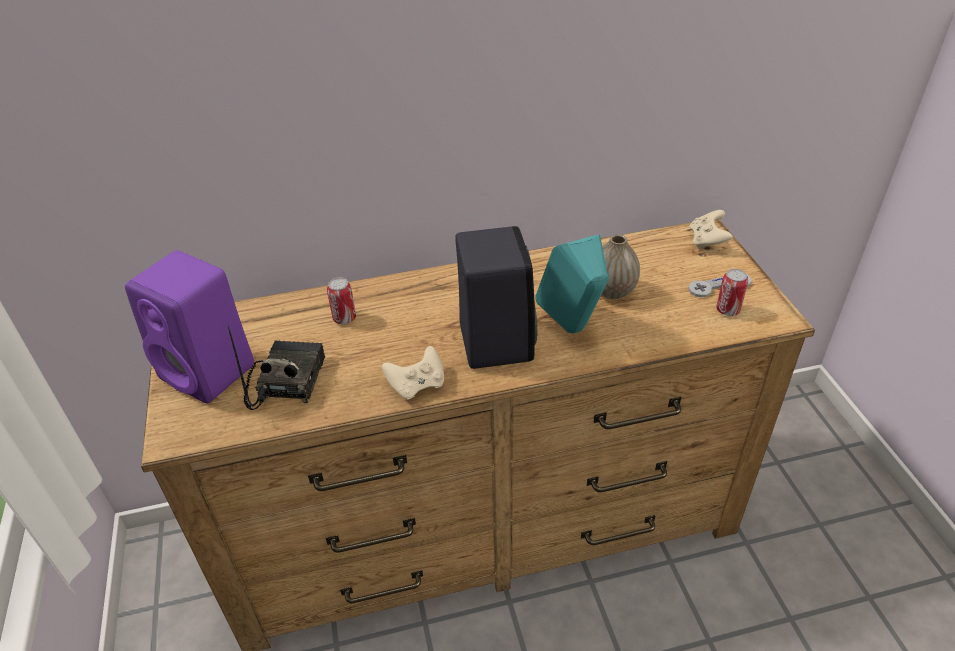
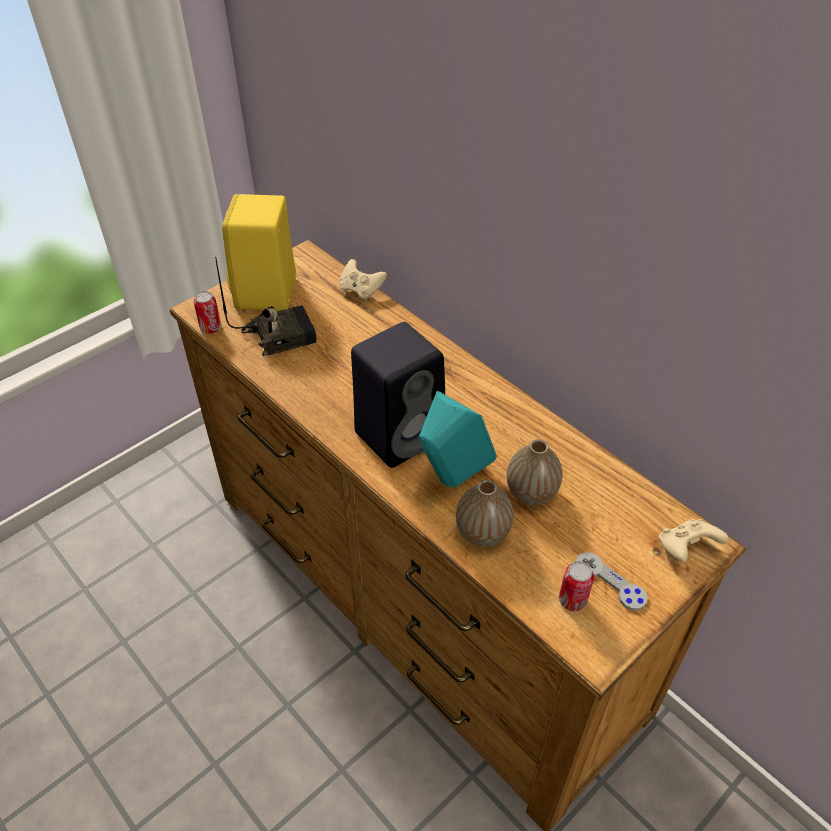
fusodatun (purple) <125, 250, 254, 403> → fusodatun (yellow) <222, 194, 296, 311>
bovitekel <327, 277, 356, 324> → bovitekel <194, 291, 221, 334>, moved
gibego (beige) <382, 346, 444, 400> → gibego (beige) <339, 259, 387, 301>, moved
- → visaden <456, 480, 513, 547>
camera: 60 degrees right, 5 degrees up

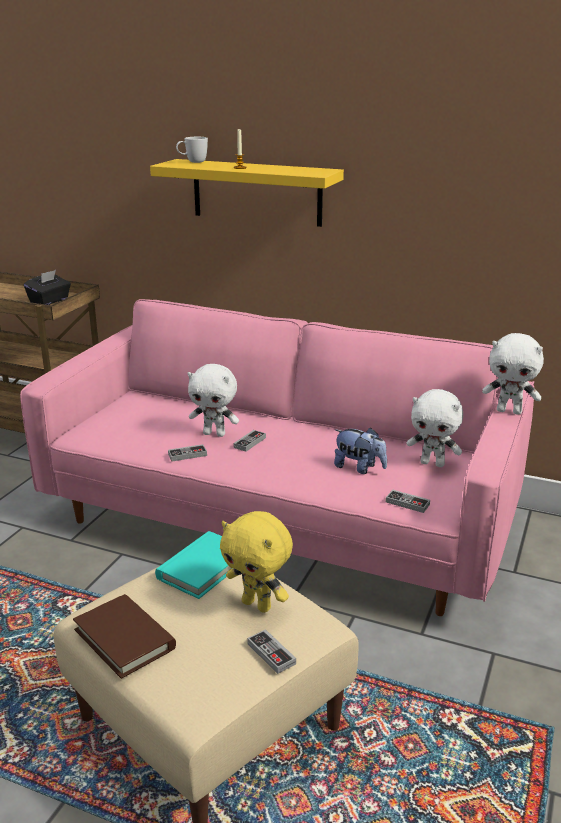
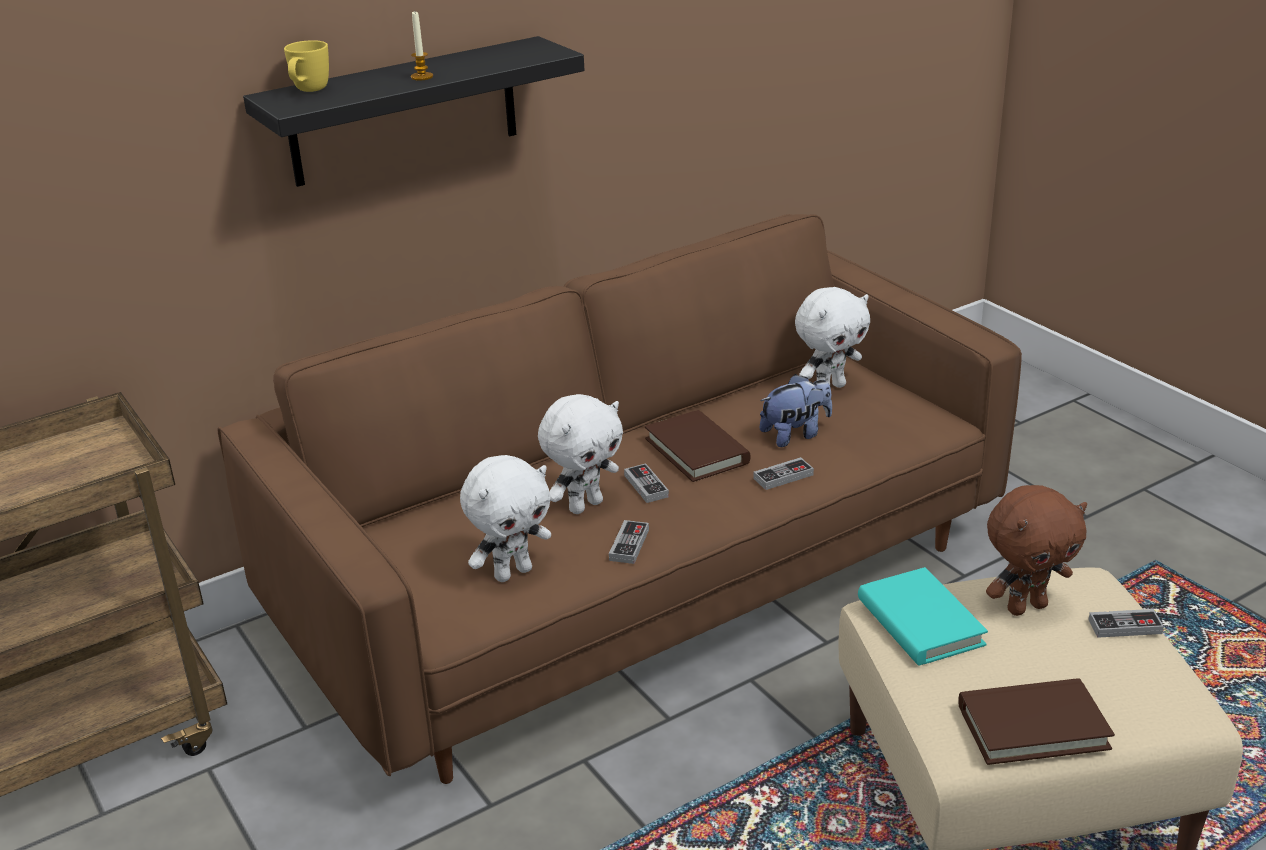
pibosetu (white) <176, 137, 208, 163> → pibosetu (yellow) <284, 40, 329, 92>
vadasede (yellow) <150, 159, 344, 227> → vadasede (black) <243, 36, 584, 187>
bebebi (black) <24, 270, 71, 305> → -
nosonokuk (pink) <20, 299, 534, 616> → nosonokuk (brown) <217, 214, 1022, 784>
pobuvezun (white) <482, 333, 544, 415> → pobuvezun (white) <460, 455, 551, 582>, moved
gibego <386, 490, 430, 513> → gibego <753, 457, 814, 490>, moved
pobuvezun (yellow) <220, 511, 293, 613> → pobuvezun (brown) <986, 485, 1087, 616>
- → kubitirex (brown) <645, 410, 751, 482>
camera: 55 degrees left, 5 degrees up

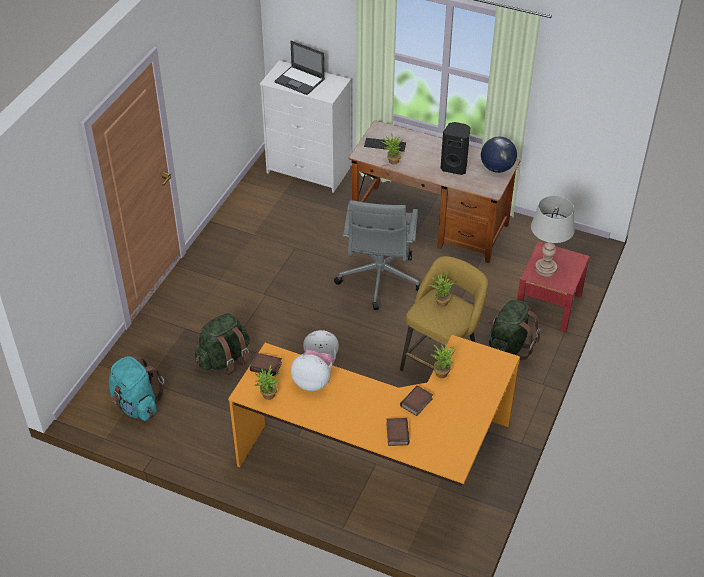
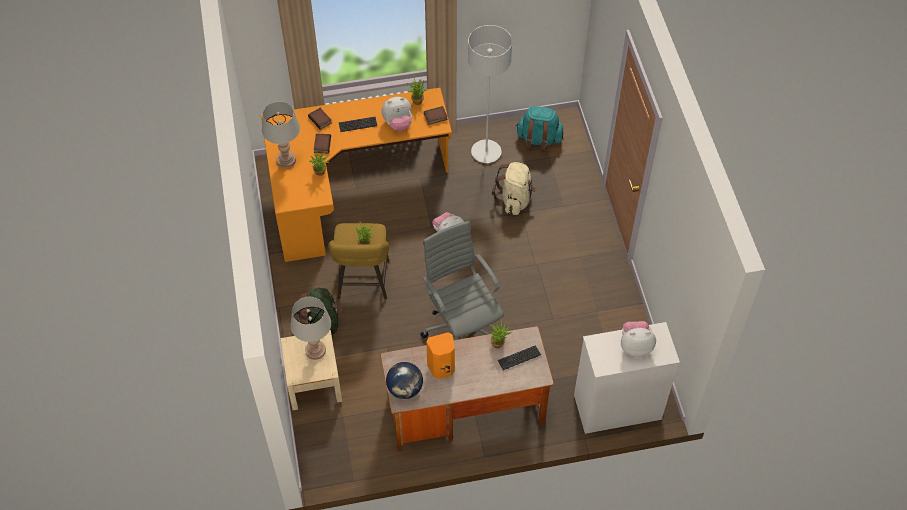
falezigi <274, 41, 325, 95> → pobuvezun <621, 321, 656, 357>
fusodatun (black) <441, 122, 470, 175> → fusodatun (orange) <426, 332, 455, 379>
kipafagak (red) <517, 241, 590, 333> → kipafagak (beige) <280, 330, 342, 410>
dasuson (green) <195, 313, 250, 376> → dasuson (beige) <492, 162, 536, 215>
- → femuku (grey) <468, 25, 512, 163>
- → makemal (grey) <262, 102, 300, 168>
- → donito <339, 117, 377, 132>
camera: 145 degrees right, 10 degrees up

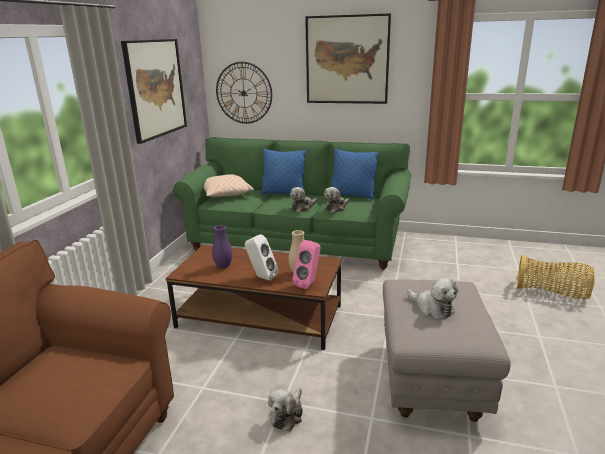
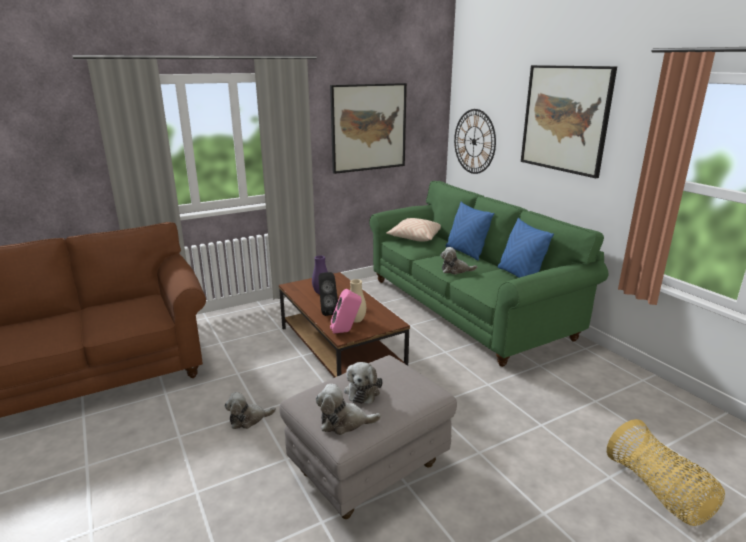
pobuvezun <324, 187, 349, 213> → pobuvezun <316, 384, 381, 435>, moved
fusodatun (white) <245, 234, 278, 281> → fusodatun (black) <318, 272, 338, 316>
camera: 45 degrees right, 0 degrees up

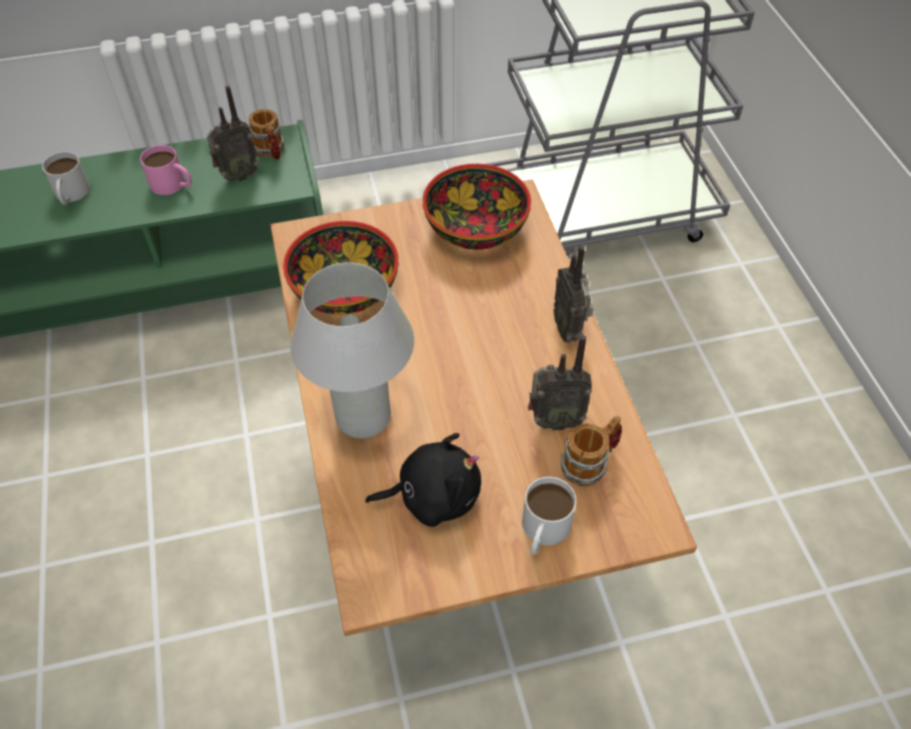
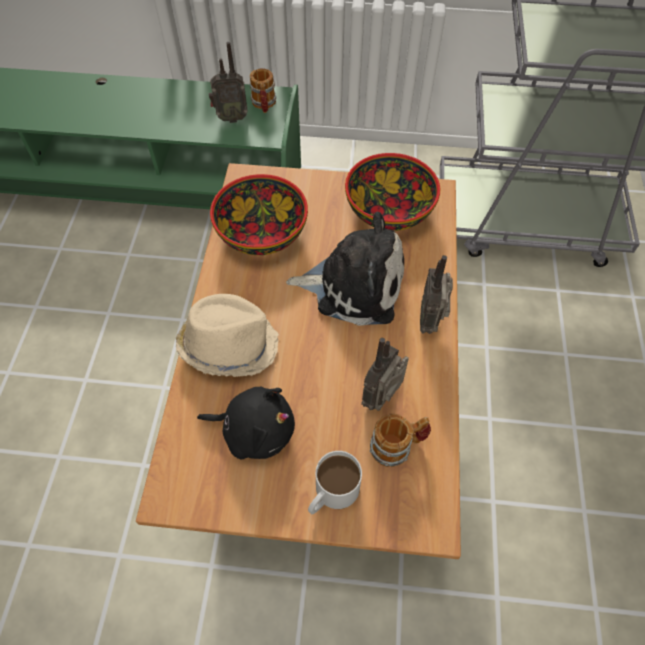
pibosetu (pink) <140, 145, 192, 195> → -
pibosetu (white) <42, 152, 90, 205> → -
makemal (white) <290, 262, 414, 438> → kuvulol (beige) <176, 294, 279, 377>
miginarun <528, 335, 592, 430> → miginarun <361, 338, 409, 411>, 105 degrees clockwise
- → pobuvezun <286, 211, 404, 326>
camera: 20 degrees right, 5 degrees up

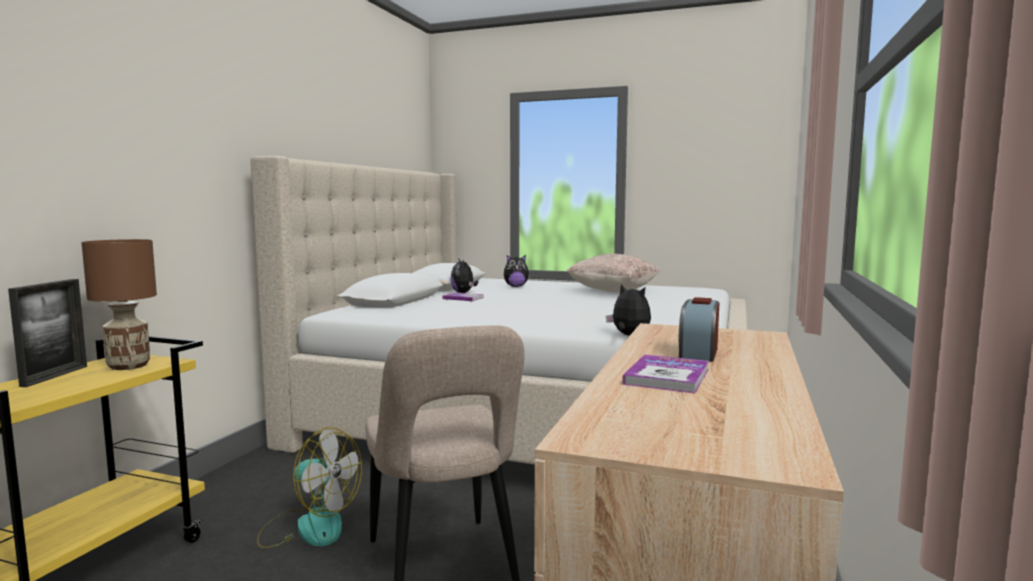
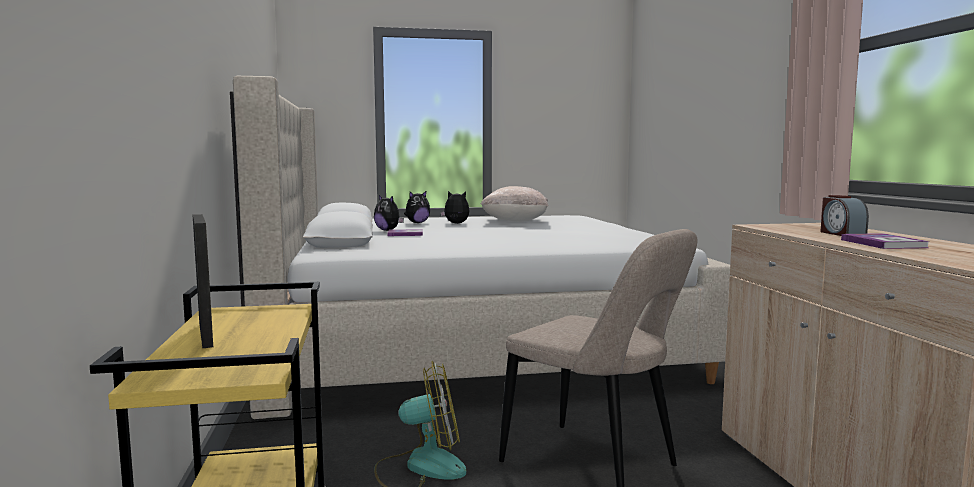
makemal (brown) <81, 239, 157, 370> → -
pobuvezun <606, 284, 651, 336> → pobuvezun <440, 191, 469, 224>, moved
camera: 30 degrees left, 0 degrees up

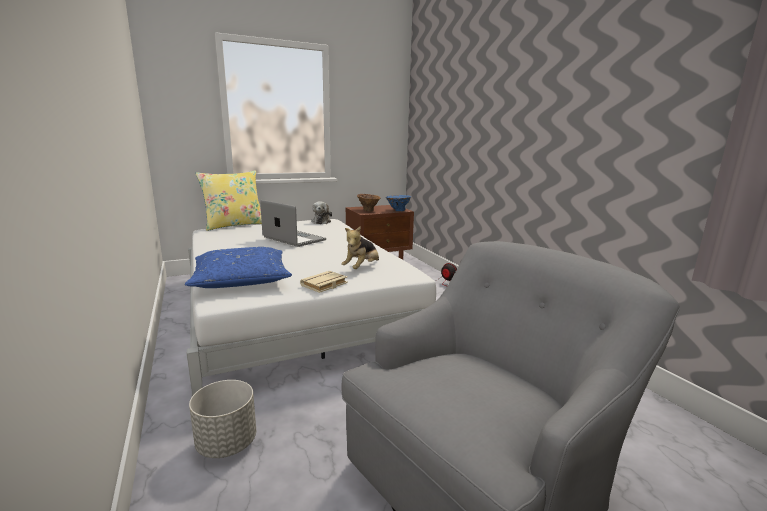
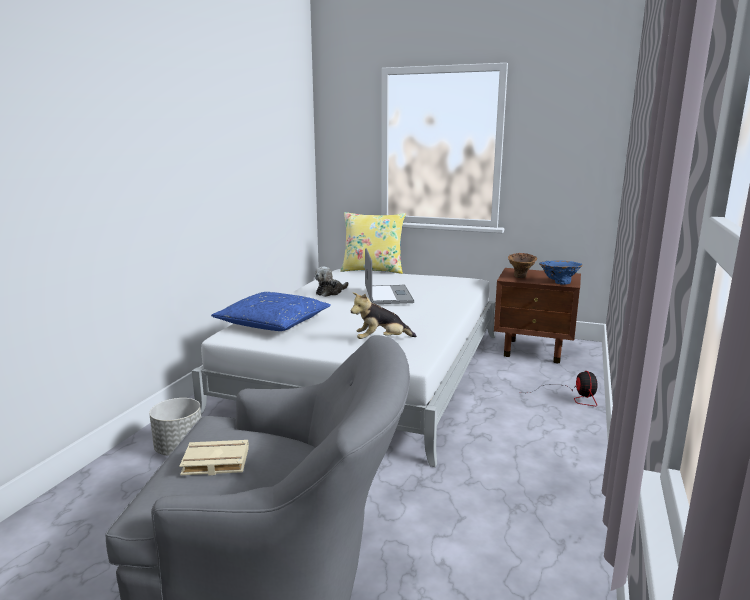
pobuvezun <311, 201, 332, 224> → pobuvezun <315, 267, 349, 297>, moved
kubitirex (beige) <300, 271, 348, 293> → kubitirex (beige) <179, 440, 249, 476>, moved
camera: 45 degrees right, 0 degrees up

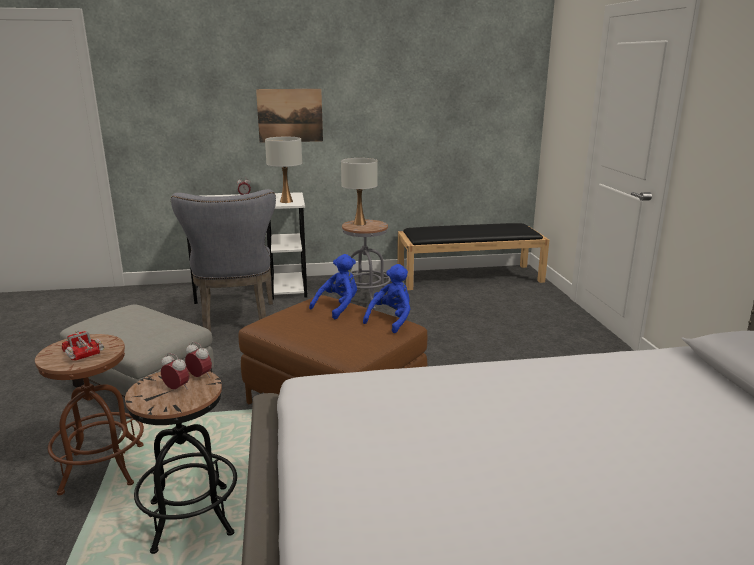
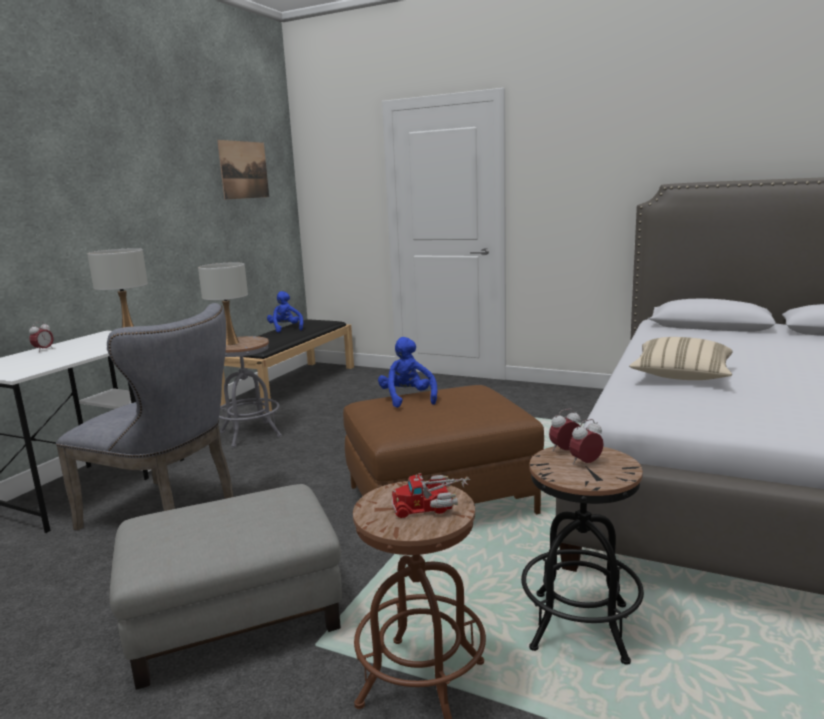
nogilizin <256, 89, 323, 143> → nogilizin <217, 140, 269, 200>, moved
pobuvezun (blue) <363, 264, 410, 333> → pobuvezun (blue) <267, 291, 303, 332>, moved
- → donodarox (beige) <629, 337, 732, 380>
camera: 55 degrees left, 5 degrees down

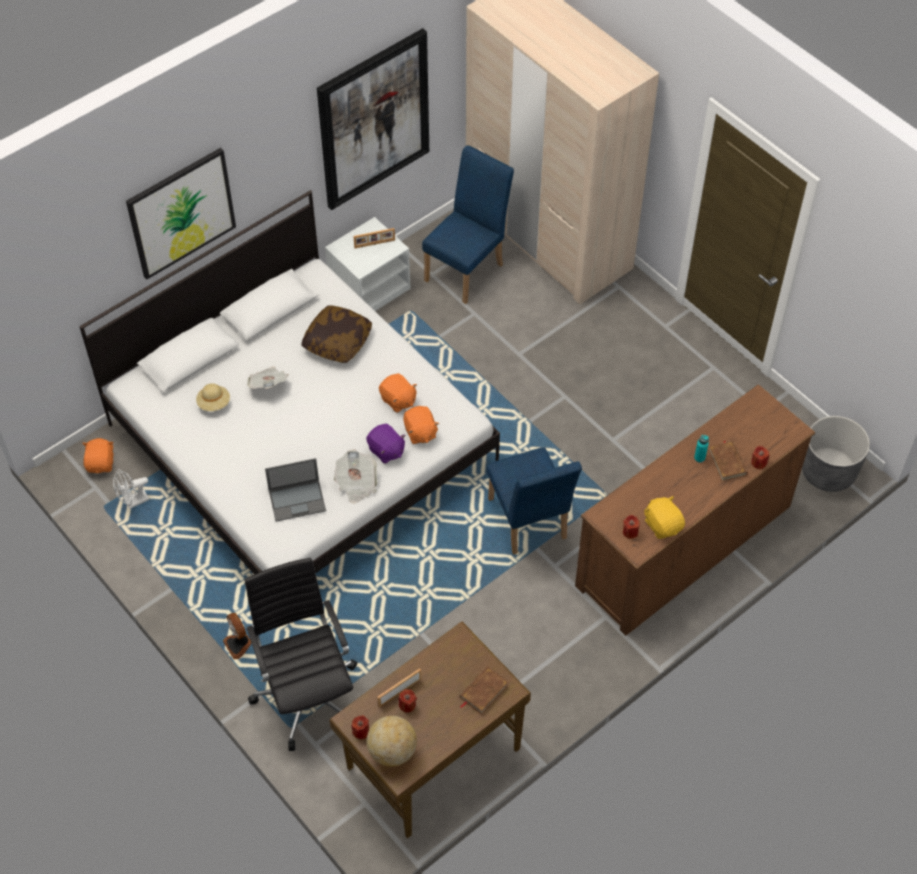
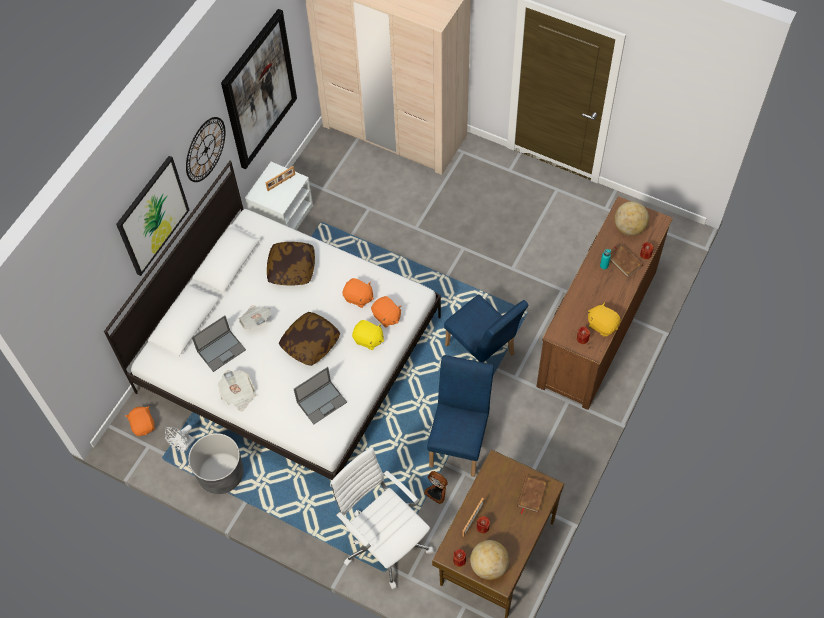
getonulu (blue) <422, 145, 514, 304> → getonulu (blue) <427, 355, 494, 477>, moved
kuvulol (beige) <196, 383, 230, 411> → falezigi <192, 315, 246, 372>
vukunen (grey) <802, 416, 870, 492> → vukunen (grey) <188, 433, 243, 494>, moved
pobuvezun (purple) <366, 424, 405, 464> → pobuvezun (yellow) <352, 320, 384, 350>
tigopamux <334, 449, 377, 504> → tigopamux <218, 370, 256, 411>, moved
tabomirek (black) <244, 558, 357, 751> → tabomirek (white) <330, 447, 434, 590>
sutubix <223, 613, 252, 659> → sutubix <424, 471, 448, 504>, moved
- → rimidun <186, 117, 225, 182>
- → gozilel <614, 202, 649, 236>
- → donodarox <279, 312, 340, 366>
camera: 20 degrees left, 5 degrees up

